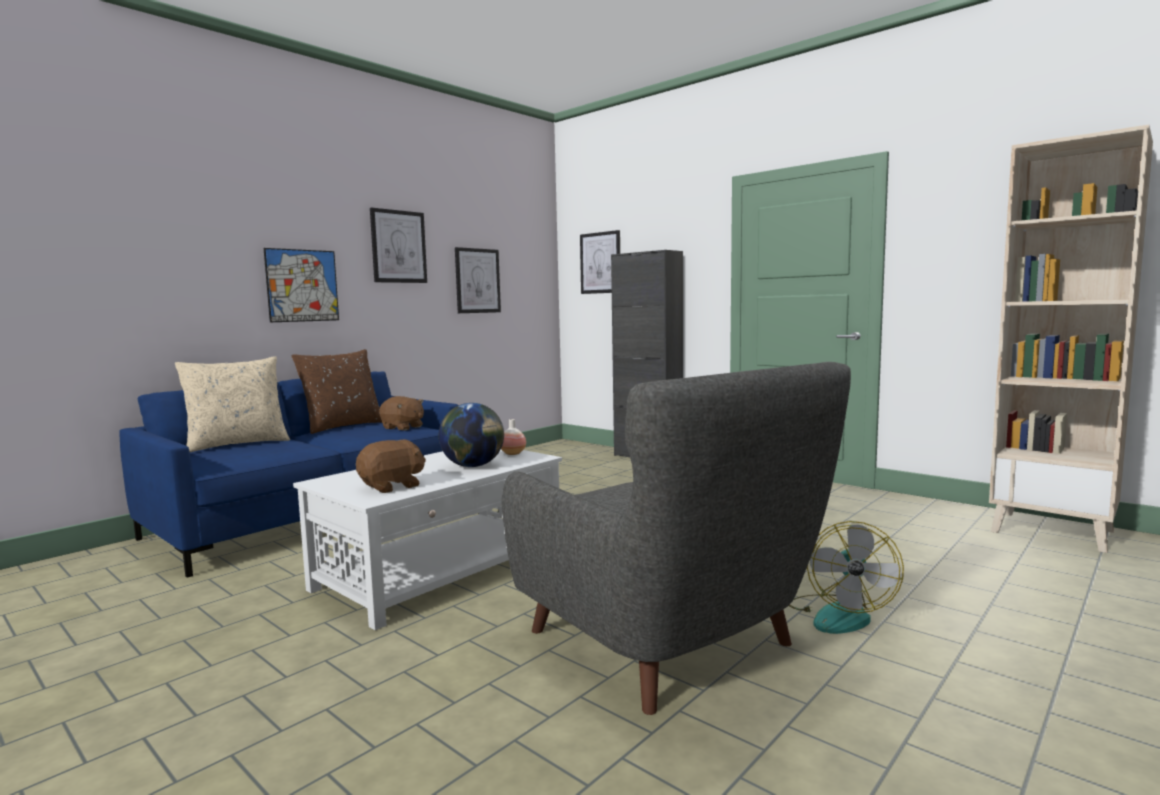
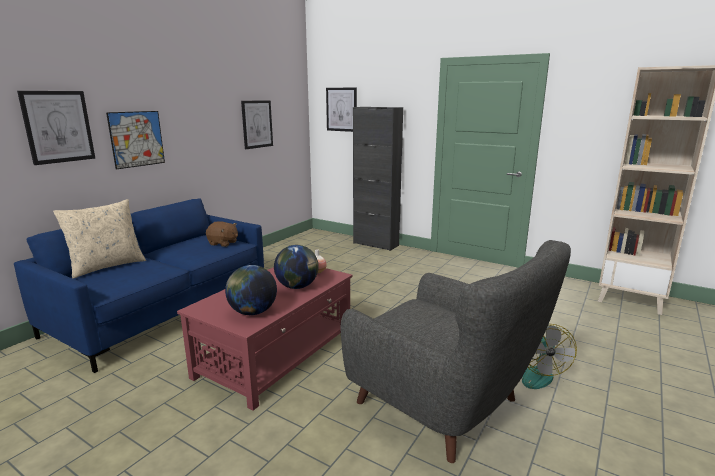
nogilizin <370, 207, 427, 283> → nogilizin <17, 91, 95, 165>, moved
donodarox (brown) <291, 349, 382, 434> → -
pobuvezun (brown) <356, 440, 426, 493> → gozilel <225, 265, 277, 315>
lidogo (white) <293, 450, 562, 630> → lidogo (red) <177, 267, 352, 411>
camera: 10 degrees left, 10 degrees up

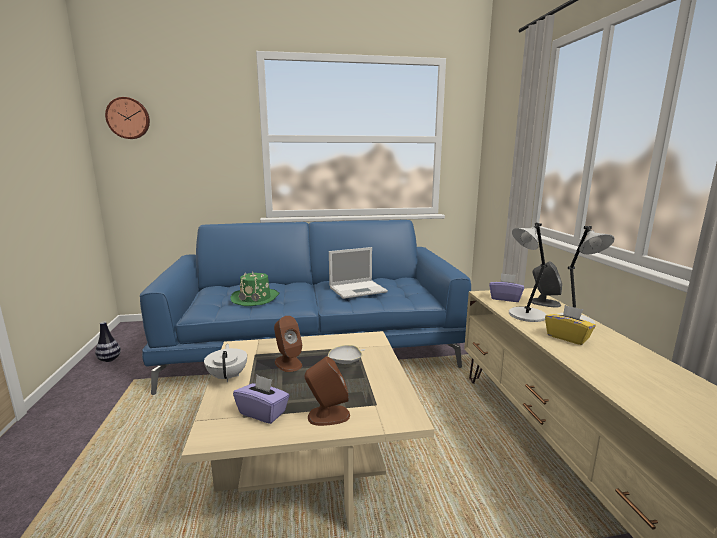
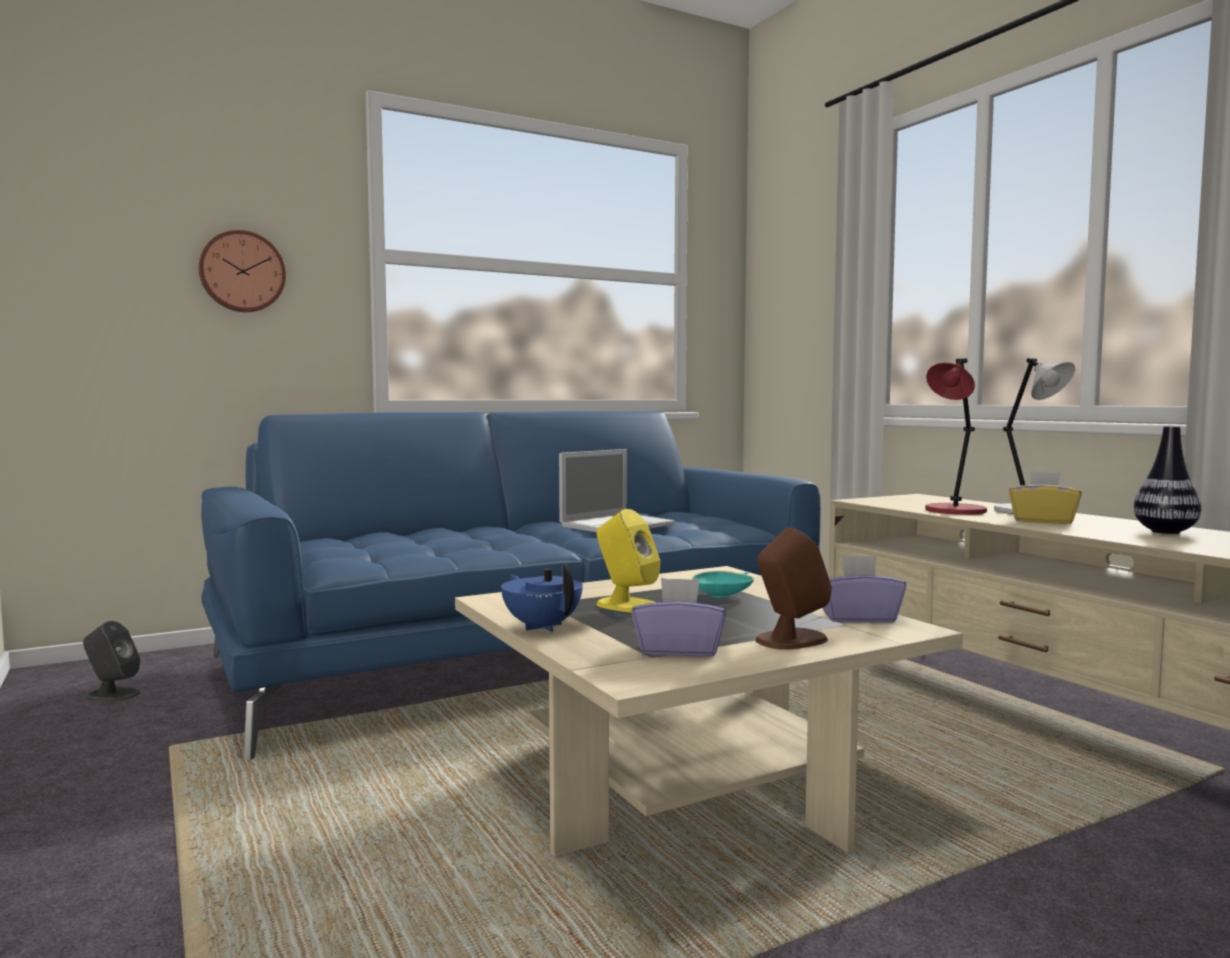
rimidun <105, 97, 150, 139> → rimidun <199, 230, 286, 312>, moved
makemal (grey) <509, 223, 547, 322> → makemal (red) <925, 358, 987, 515>
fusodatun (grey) <531, 261, 562, 308> → fusodatun (grey) <83, 621, 140, 702>, moved
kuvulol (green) <231, 272, 279, 306> → -
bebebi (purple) <489, 273, 524, 302> → bebebi (purple) <823, 555, 906, 623>, moved
fusodatun (brown) <274, 316, 302, 372> → fusodatun (yellow) <596, 509, 660, 613>
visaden <95, 322, 121, 362> → visaden <1134, 426, 1202, 534>, moved
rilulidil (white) <204, 344, 247, 382> → rilulidil (blue) <501, 563, 583, 632>
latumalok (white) <328, 345, 366, 364> → latumalok (turquoise) <692, 571, 754, 598>
camera: 20 degrees left, 10 degrees down

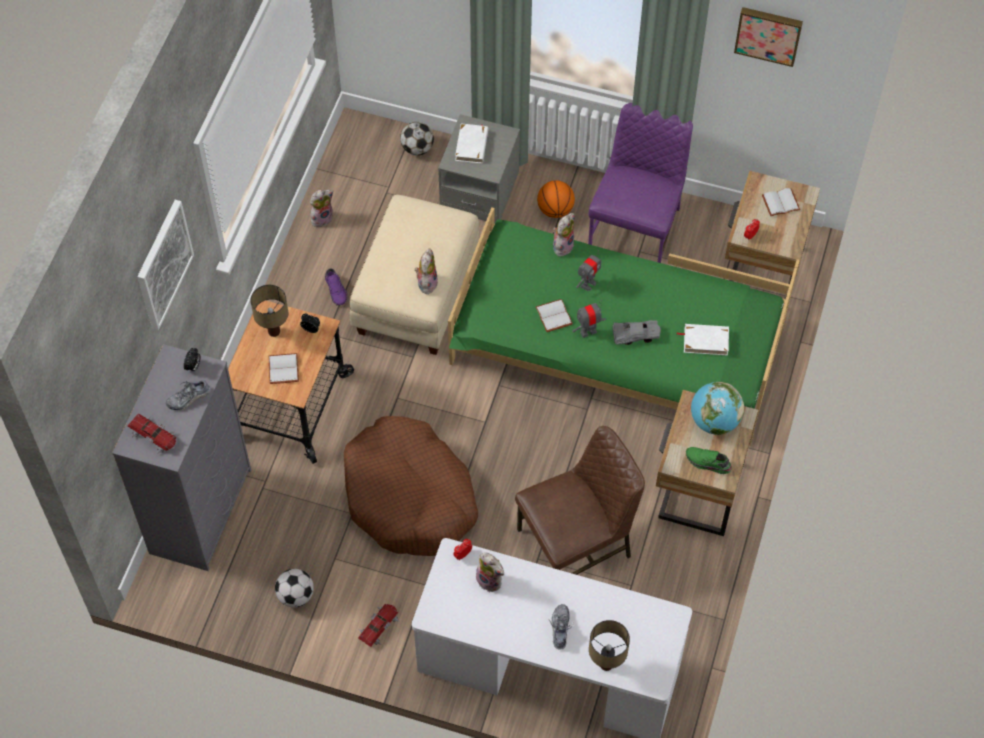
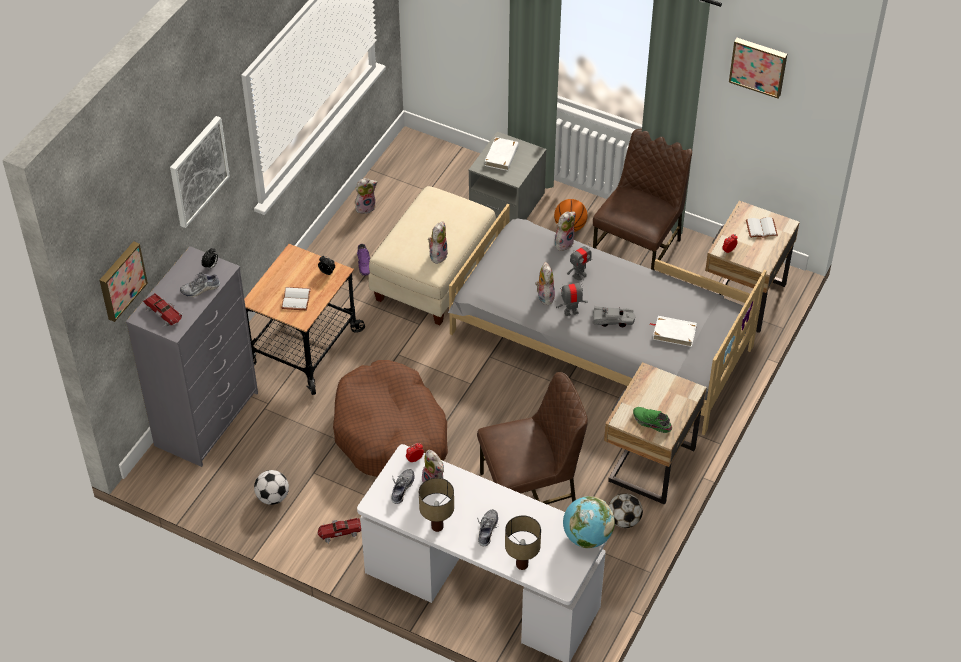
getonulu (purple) <588, 103, 693, 263> → getonulu (brown) <593, 129, 692, 270>
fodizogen <400, 122, 434, 156> → fodizogen <608, 493, 643, 528>, moved
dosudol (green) <448, 207, 800, 446> → dosudol (grey) <448, 204, 767, 435>
makemal <250, 285, 288, 337> → makemal <419, 478, 454, 532>, moved
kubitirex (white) <536, 299, 573, 332> → pobuvezun <535, 262, 555, 305>
gozilel <691, 382, 744, 435> → gozilel <563, 496, 615, 548>, moved
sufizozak <358, 604, 399, 647> → sufizozak <317, 518, 361, 544>, 150 degrees counterclockwise
- → nogilizin <100, 241, 148, 322>
- → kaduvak <391, 469, 414, 504>
camera: 10 degrees right, 10 degrees down

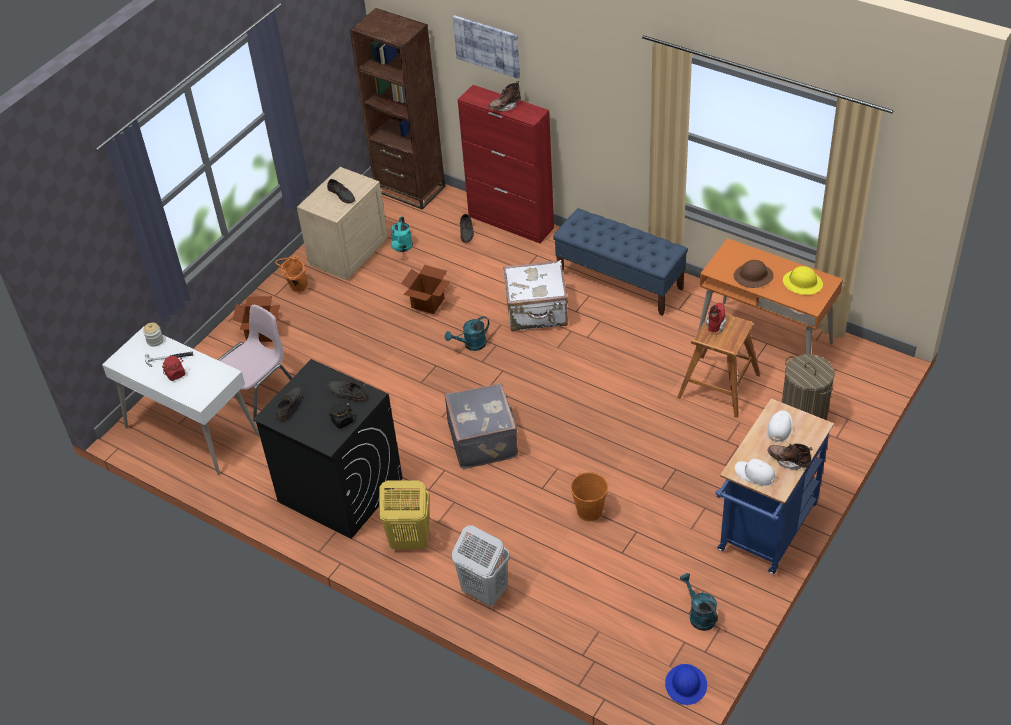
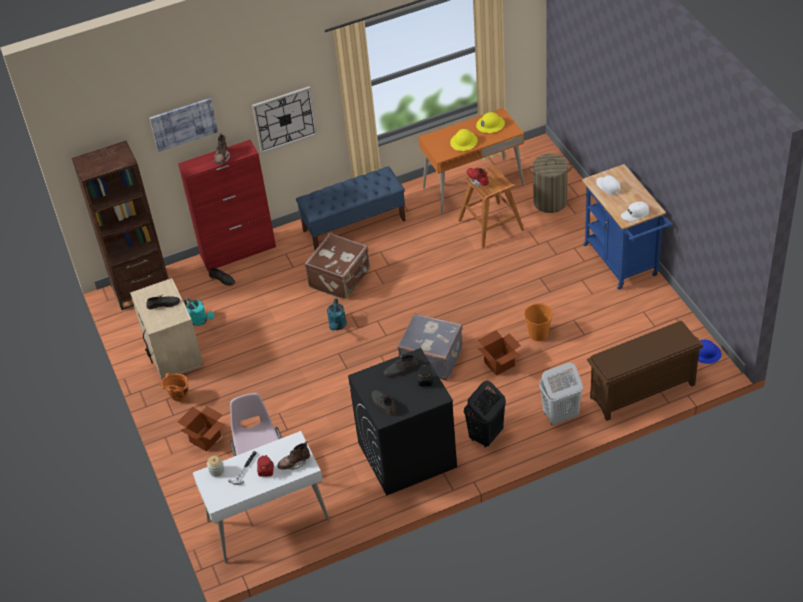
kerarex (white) <503, 260, 568, 331> → kerarex (brown) <305, 233, 370, 299>
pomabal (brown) <734, 260, 774, 288> → pomabal (yellow) <450, 129, 478, 151>
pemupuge <401, 265, 450, 314> → pemupuge <478, 330, 521, 376>, moved
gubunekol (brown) <767, 444, 813, 470> → gubunekol (brown) <277, 441, 310, 470>, moved
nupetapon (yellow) <379, 481, 429, 549> → nupetapon (black) <464, 381, 506, 448>
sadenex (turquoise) <680, 573, 718, 631> → -
- → rimidun <252, 86, 317, 153>
- → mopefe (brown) <587, 321, 703, 421>
camera: 55 degrees left, 0 degrees up

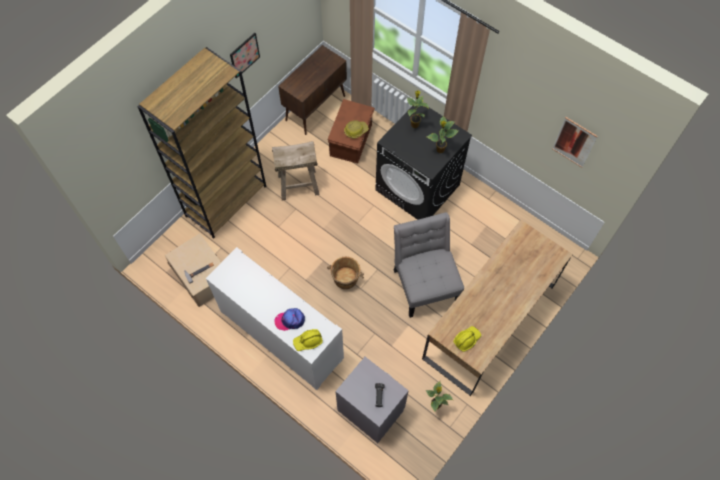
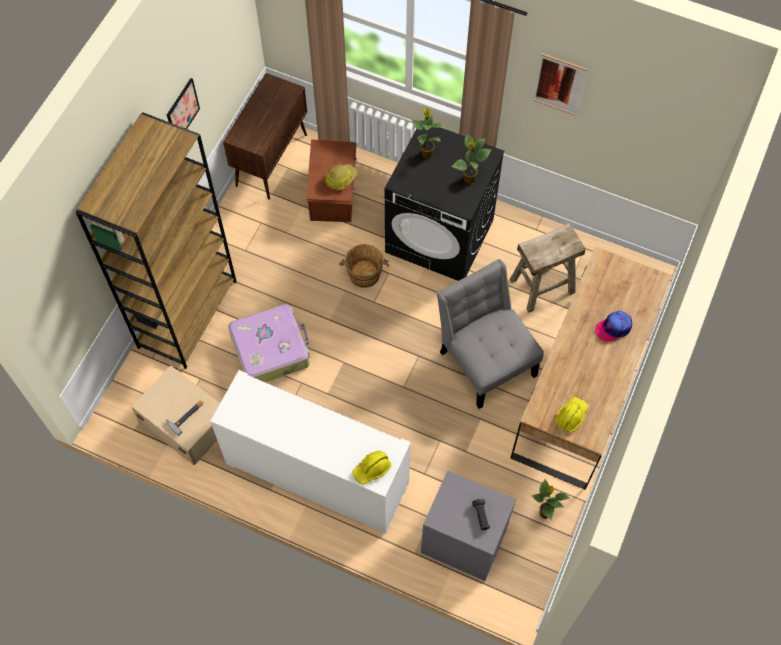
nogilizin <552, 117, 598, 168> → nogilizin <533, 53, 588, 116>, moved
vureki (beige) <272, 141, 320, 200> → vureki (beige) <509, 223, 586, 313>, moved
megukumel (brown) <327, 257, 364, 289> → megukumel (brown) <339, 244, 389, 288>, moved
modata <274, 308, 305, 331> → modata <595, 311, 632, 342>, moved
- → kerarex <228, 304, 310, 382>
camera: 15 degrees left, 0 degrees up

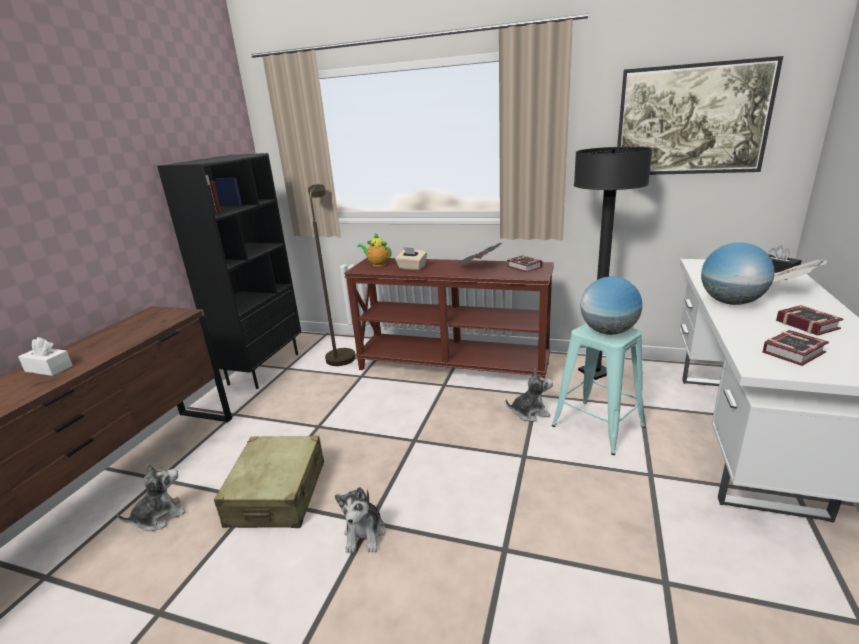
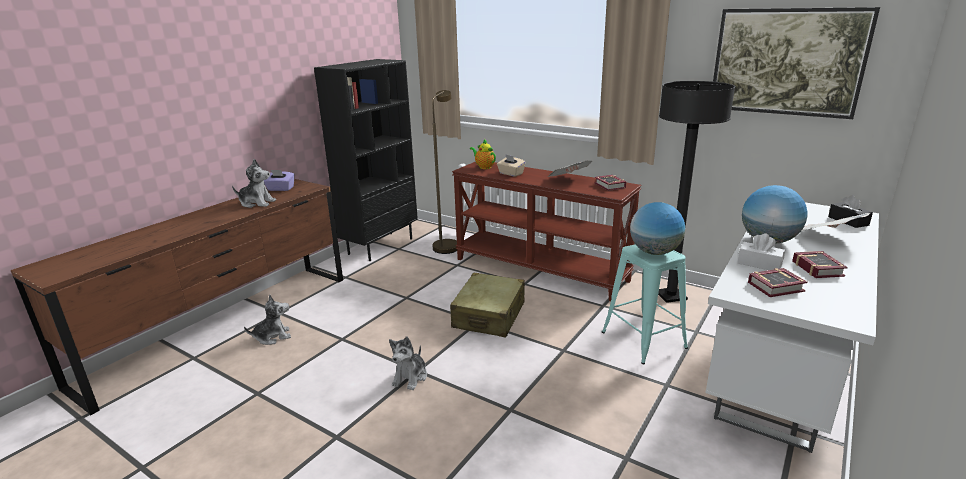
bebebi (white) <18, 337, 73, 376> → bebebi (white) <737, 233, 785, 270>, moved
pobuvezun <506, 369, 553, 421> → pobuvezun <232, 159, 276, 208>, moved
kerarex (beige) <214, 436, 324, 528> → kerarex (beige) <450, 273, 525, 338>, moved
- → bebebi (purple) <264, 170, 295, 191>
camera: 15 degrees right, 0 degrees up

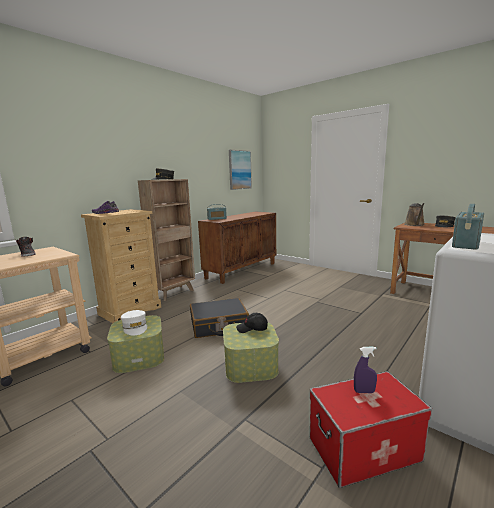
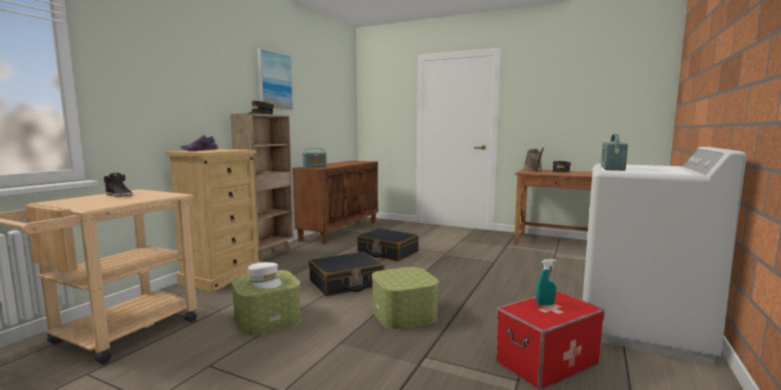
nogilizin <229, 150, 252, 190> → nogilizin <257, 48, 293, 110>, moved
modata (black) <236, 313, 268, 333> → -
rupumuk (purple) <354, 347, 377, 393> → rupumuk (turquoise) <536, 259, 556, 306>
- → kerarex (black) <357, 228, 419, 261>
camera: 15 degrees left, 5 degrees down

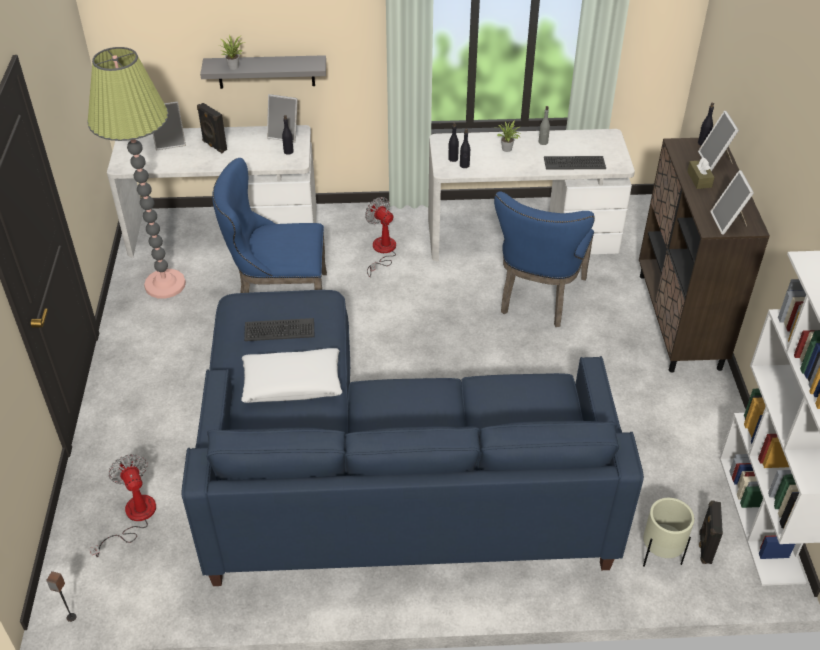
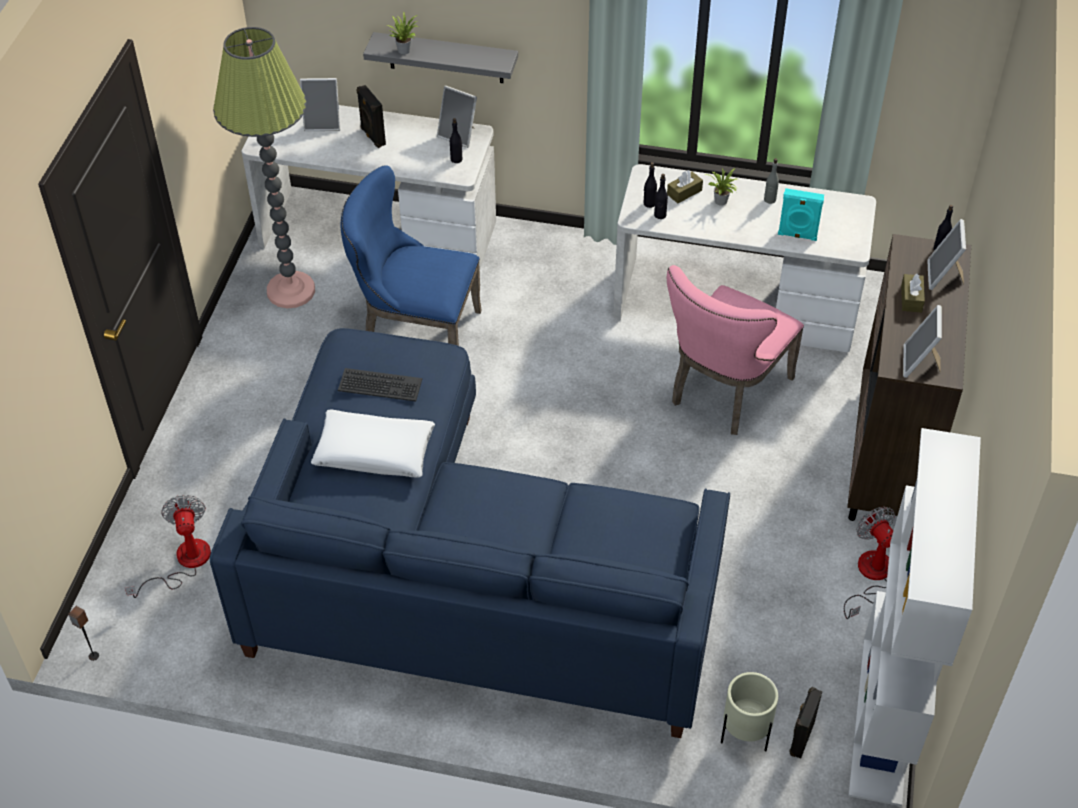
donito <544, 156, 606, 170> → fusodatun (turquoise) <778, 188, 824, 241>
getonulu (blue) <494, 192, 595, 327> → getonulu (pink) <667, 265, 804, 435>
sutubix <365, 197, 396, 277> → sutubix <844, 506, 895, 619>, moved
- → bebebi (brown) <667, 170, 703, 203>
camera: 15 degrees right, 5 degrees up

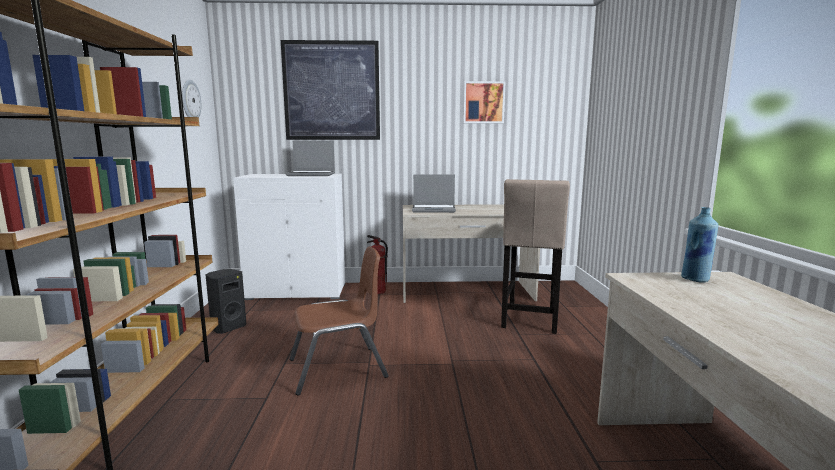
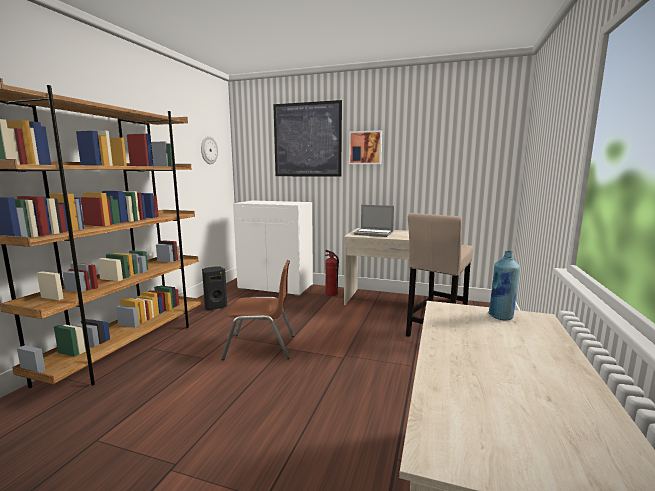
nogilizin <463, 81, 506, 123> → nogilizin <349, 130, 382, 164>, moved
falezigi <286, 141, 335, 176> → -
camera: 20 degrees right, 0 degrees up

